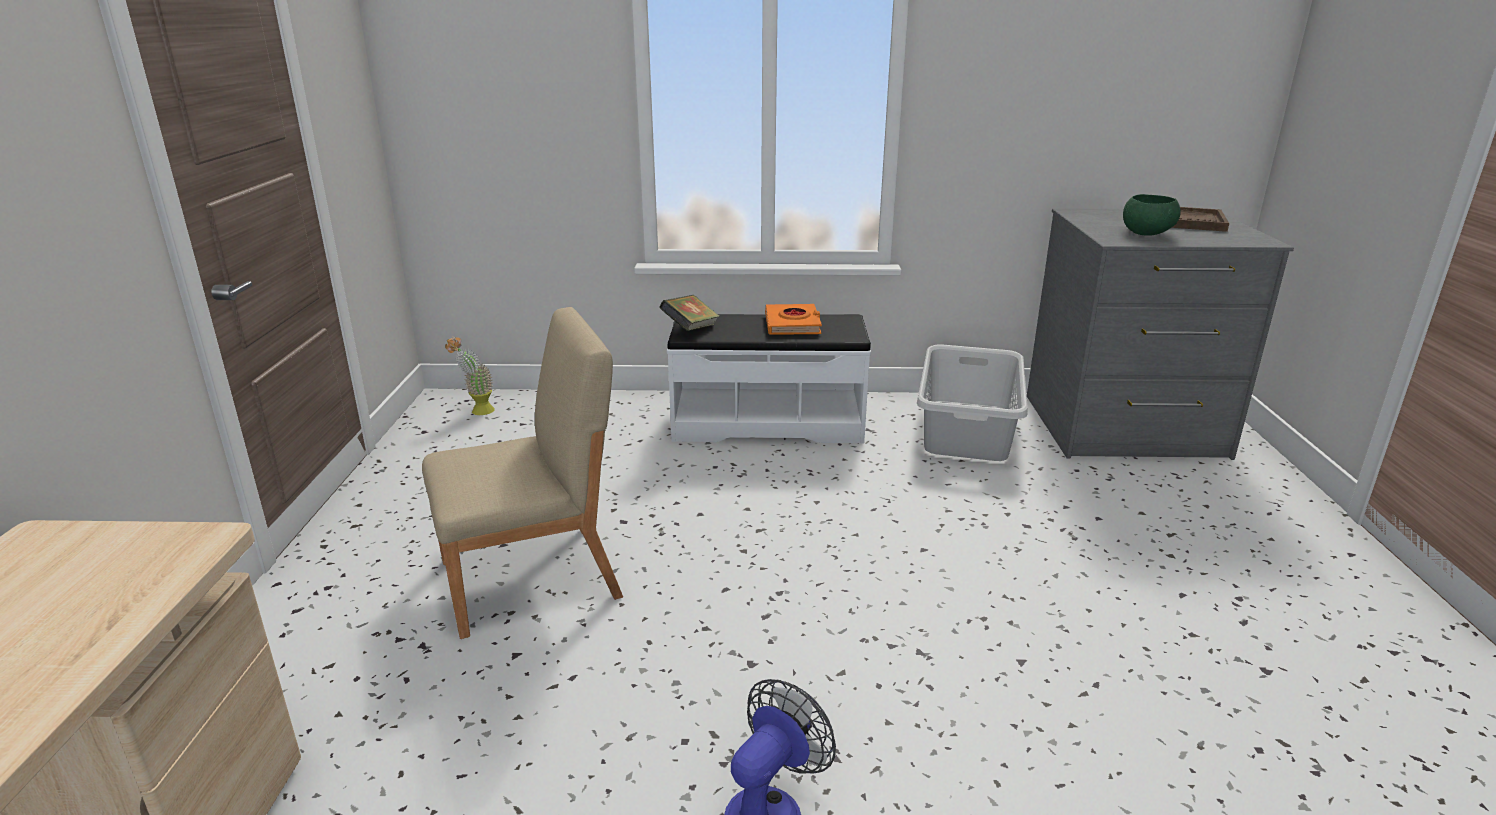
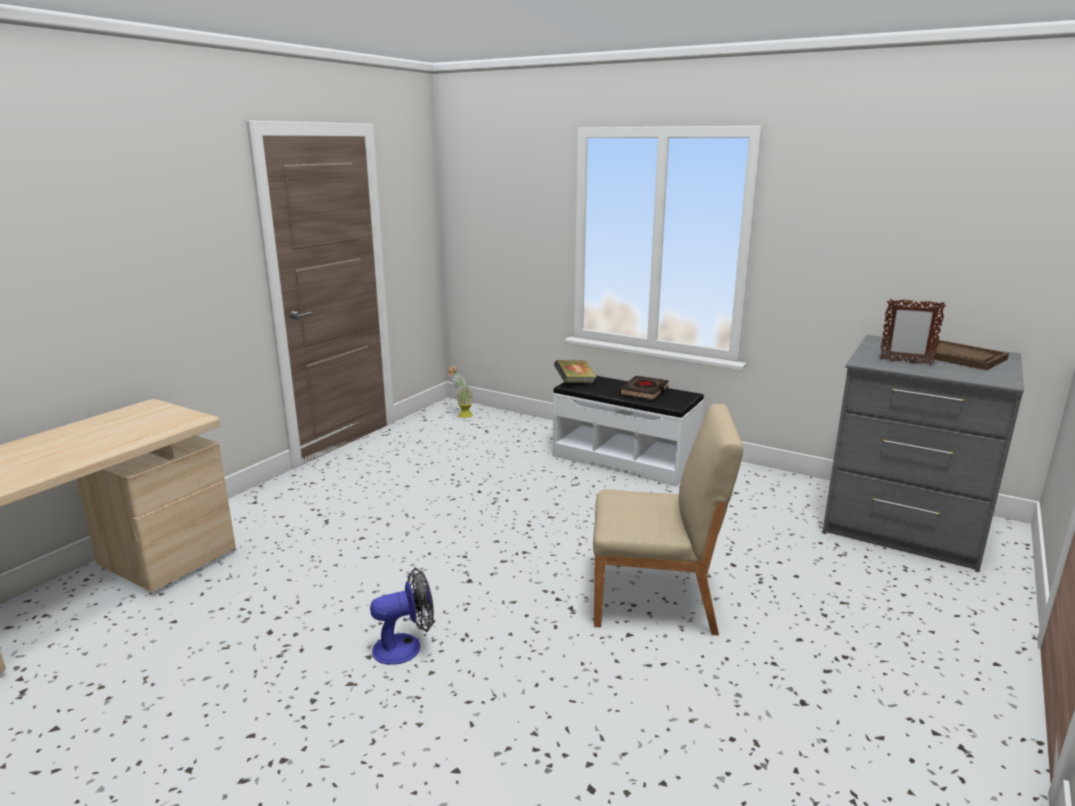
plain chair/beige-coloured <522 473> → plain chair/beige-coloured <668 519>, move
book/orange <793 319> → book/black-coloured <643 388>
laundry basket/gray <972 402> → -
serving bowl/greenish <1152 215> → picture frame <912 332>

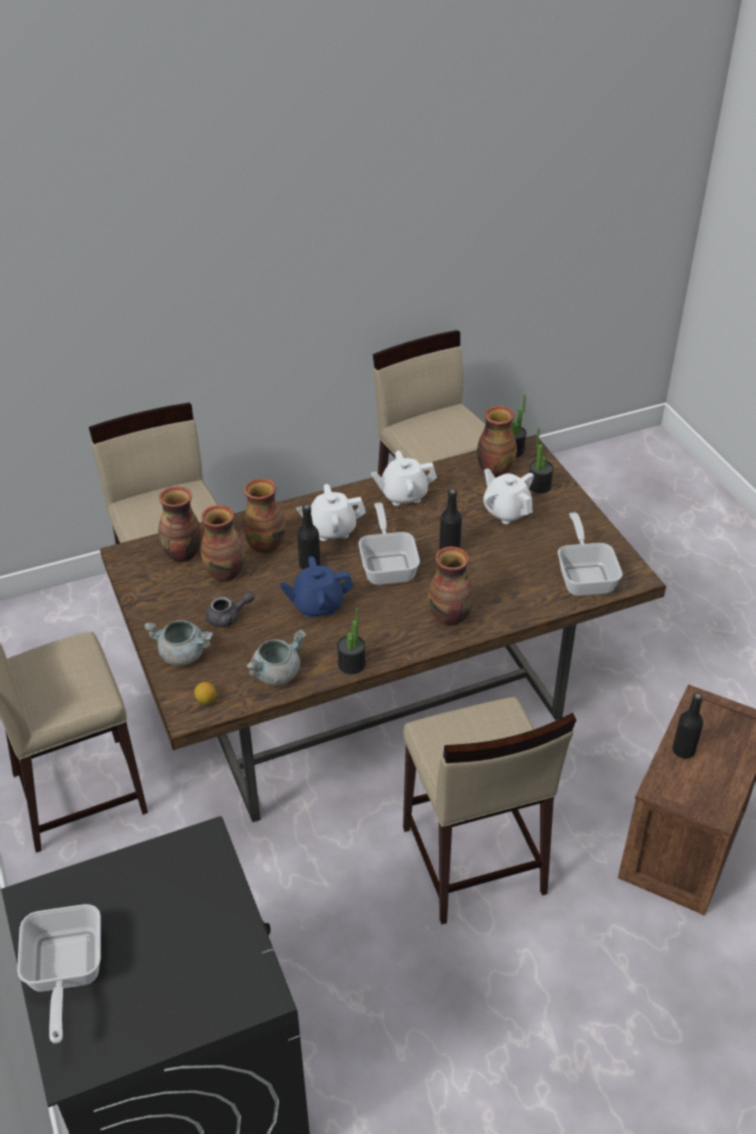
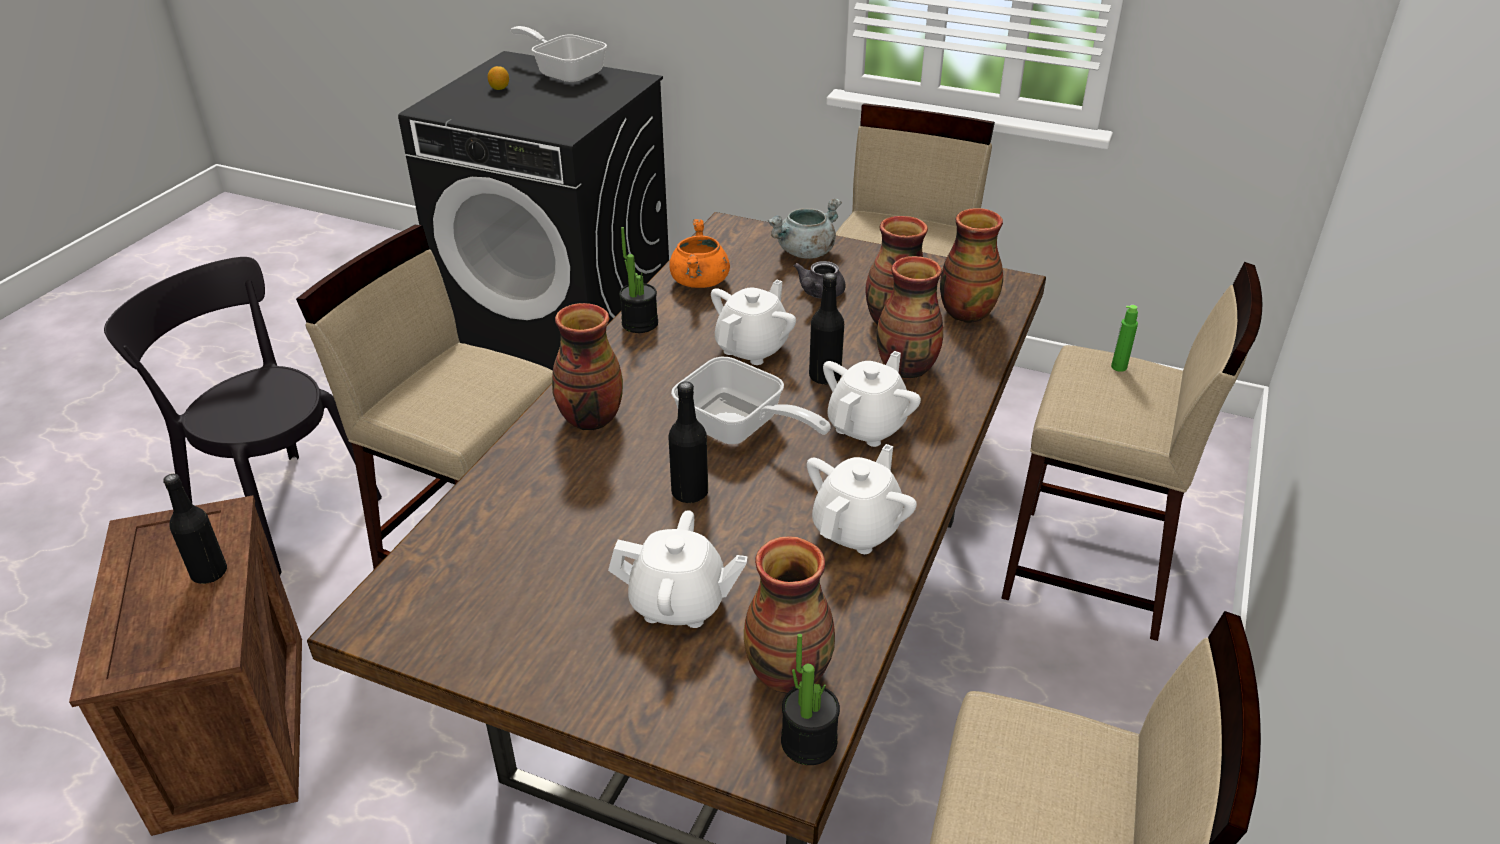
citrus fruit <205 693> → citrus fruit <498 78>, move
saucepot/gray <276 657> → saucepot/orange <699 253>
tea pot/bluish <316 587> → tea pot/white-coloured <753 322>
plant in a pot <541 460> → -
skillet <590 554> → -
- → plain chair/black-coloured <243 416>
- → beverage bottle/greenish <1124 338>

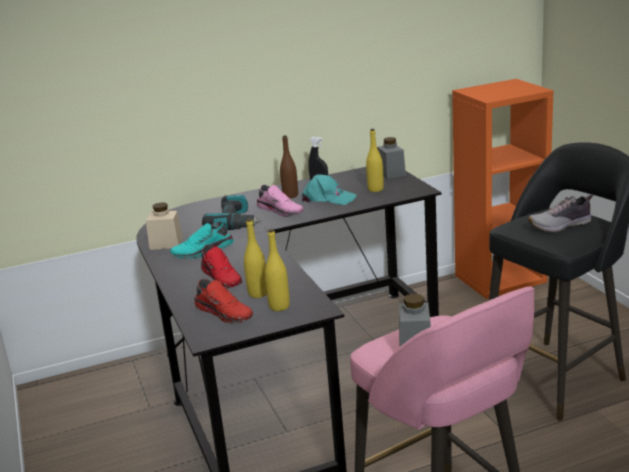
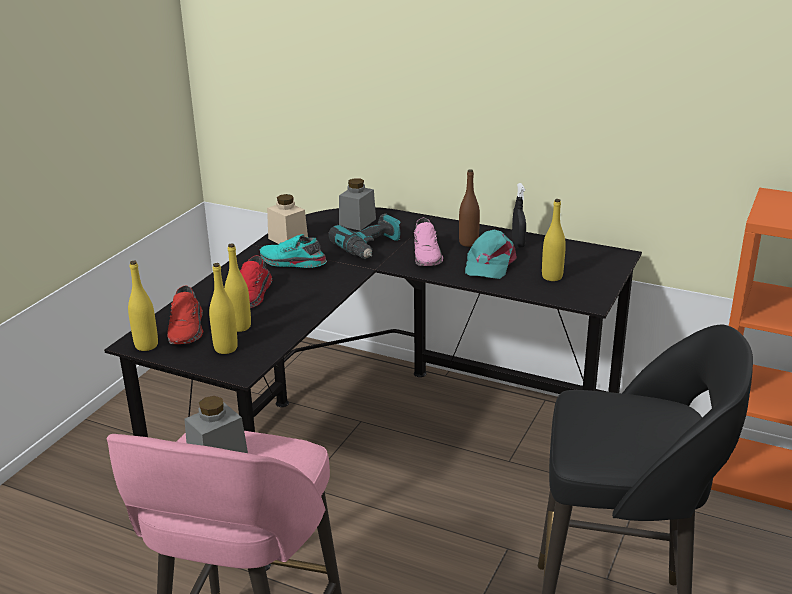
baseball cap/turquoise <329 190> → baseball cap/turquoise <491 254>, 45 degrees clockwise
storage jar/gray <391 158> → storage jar/gray <357 204>, move
item of footwear <560 213> → -
- → beverage bottle/yellow-coloured <143 305>

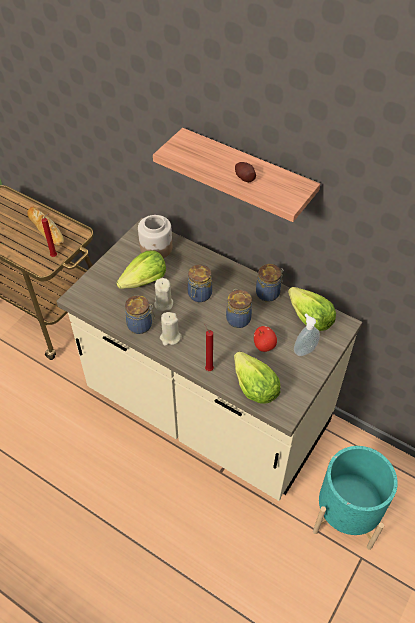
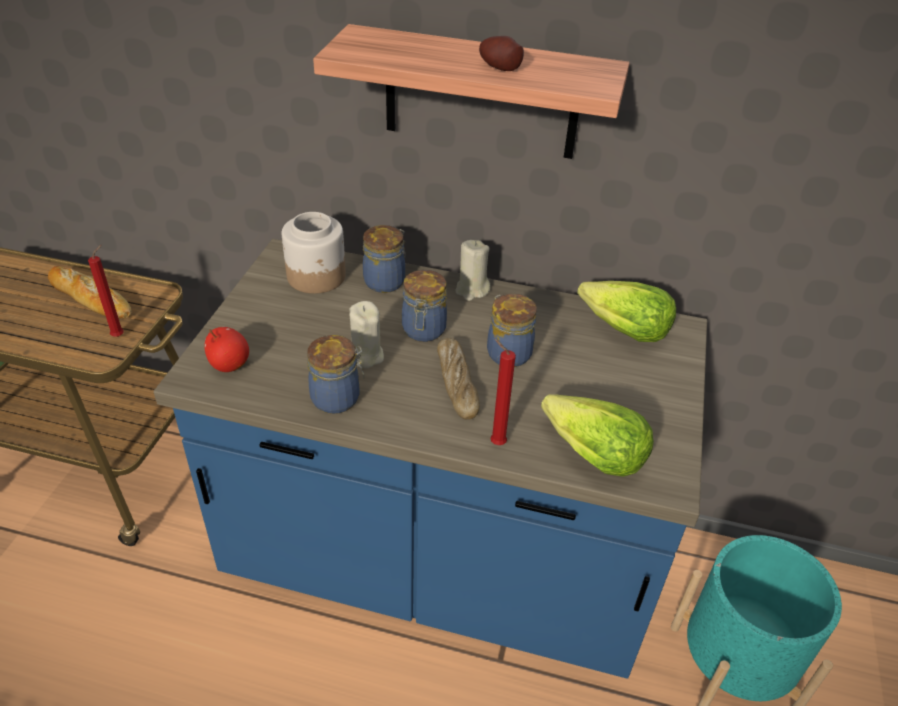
counter/beige-coloured <209 359> → counter/bluish <430 459>
lettuce head <141 270> → -
candle/beige-coloured <171 329> → candle/beige-coloured <473 270>, move
apple fruit <265 339> → apple fruit <226 349>, move
storage jar <270 283> → storage jar <384 259>, move
soap bottle <307 334> → -
- → baked bread <458 379>

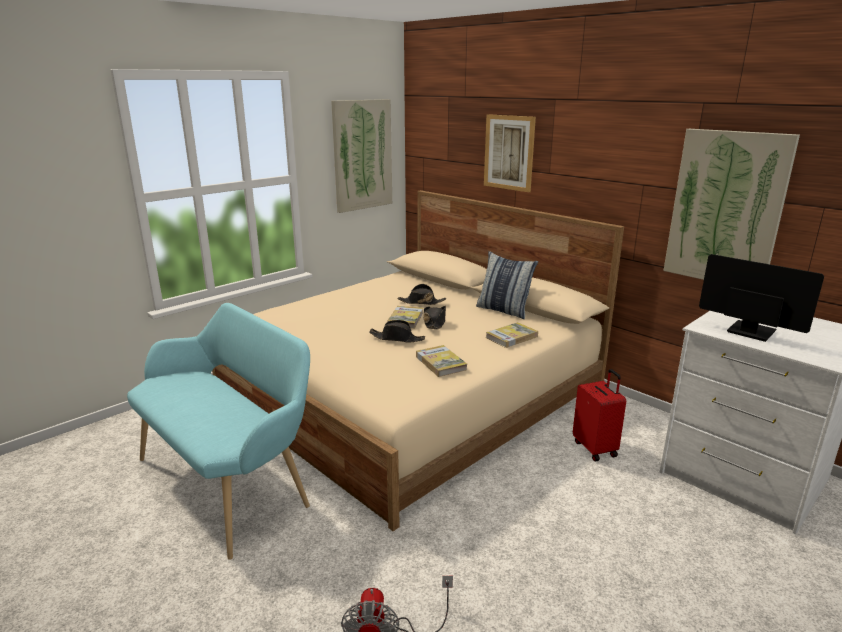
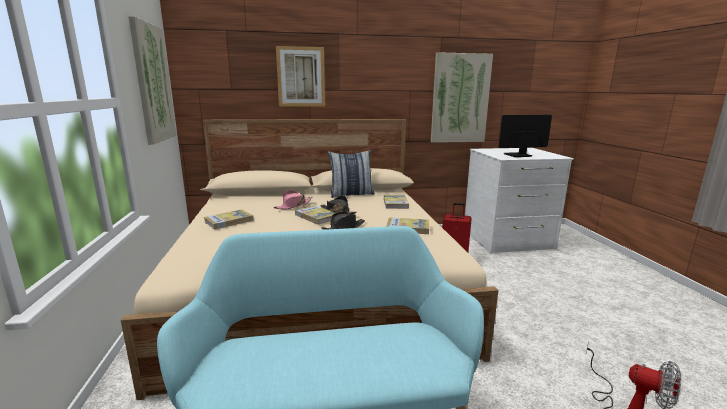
hat/black-coloured <421 294> → hat/pink <293 199>
- → book <229 219>

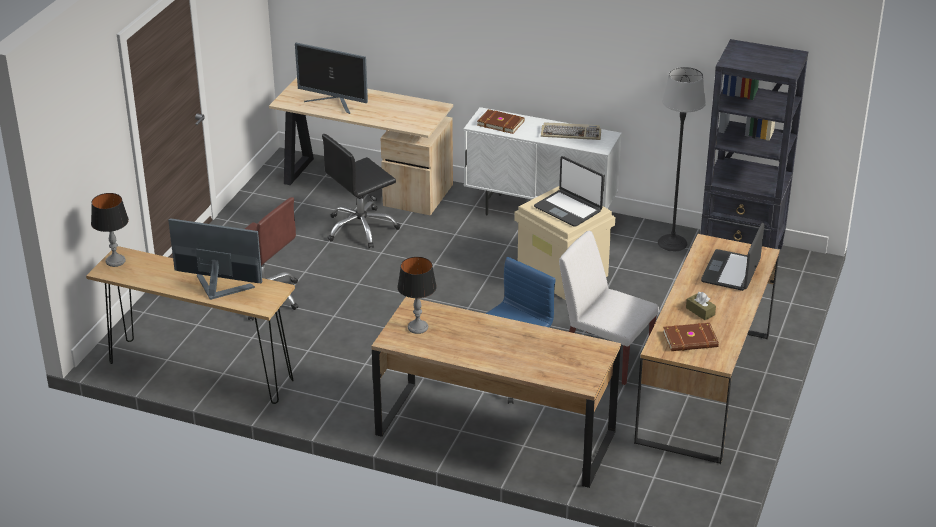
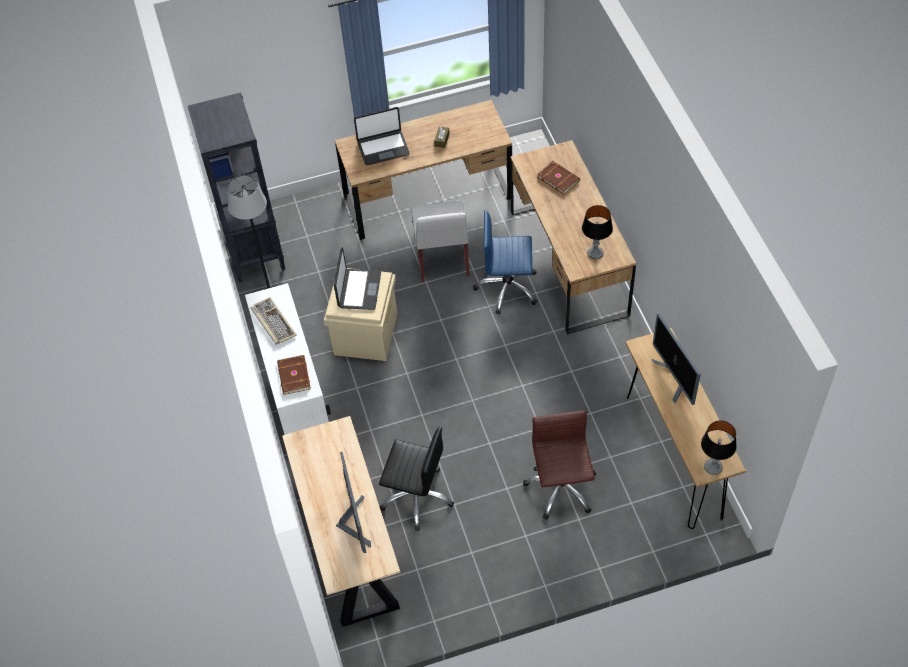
book/brown-coloured <691 337> → book/brown-coloured <558 177>, move

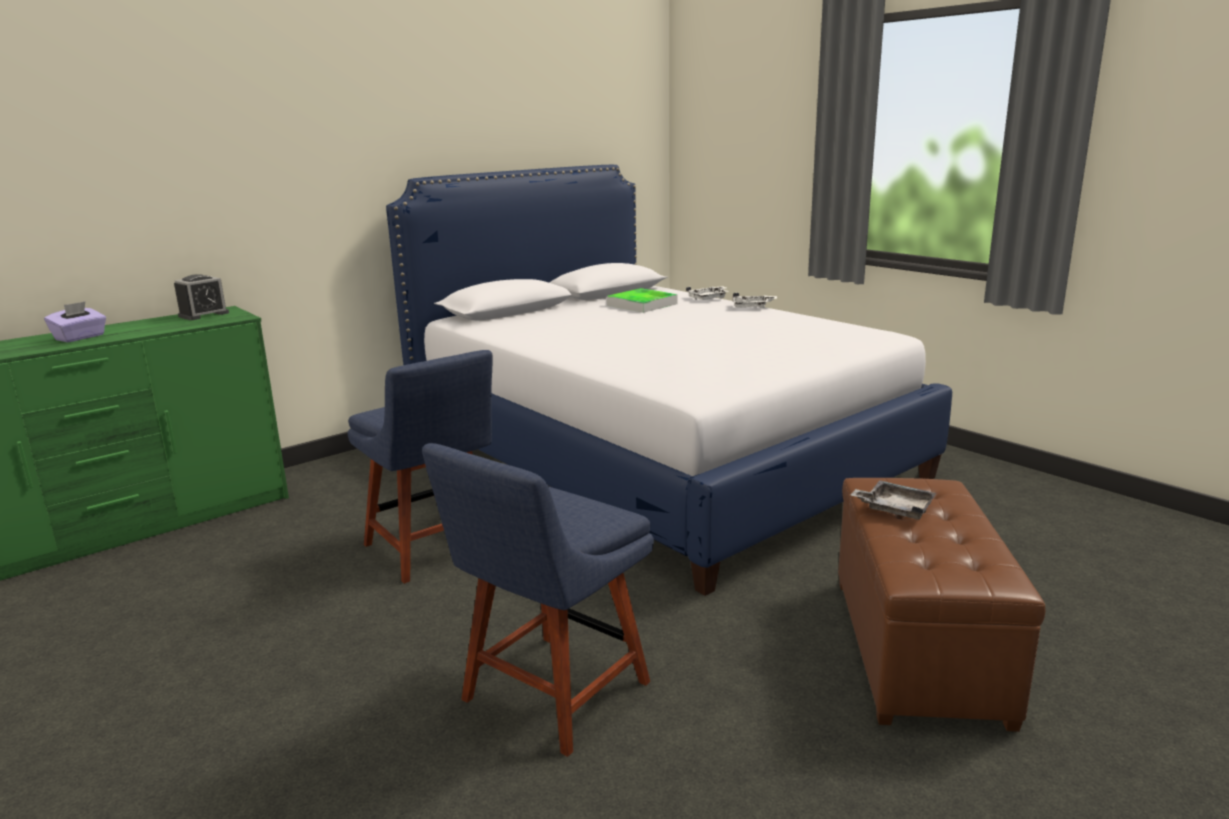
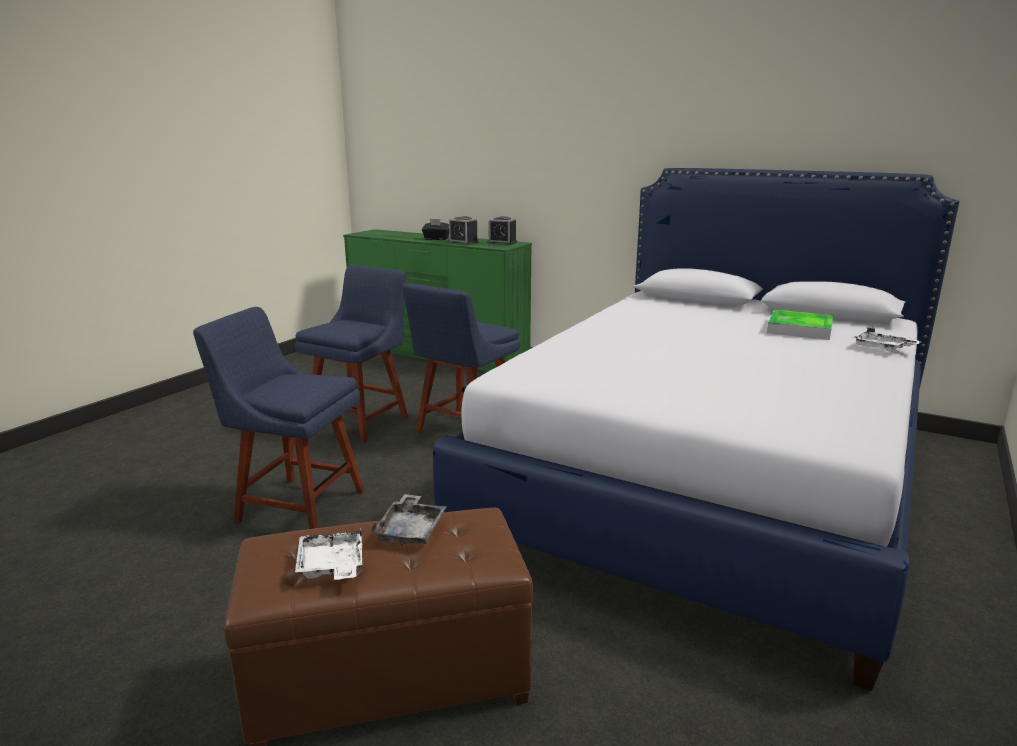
tissue box/purple-coloured <75 321> → tissue box/black-coloured <435 229>
tray/white-coloured <755 300> → tray/white-coloured <328 553>, move
- → plain chair/bluish <352 354>
- → table clock <463 230>

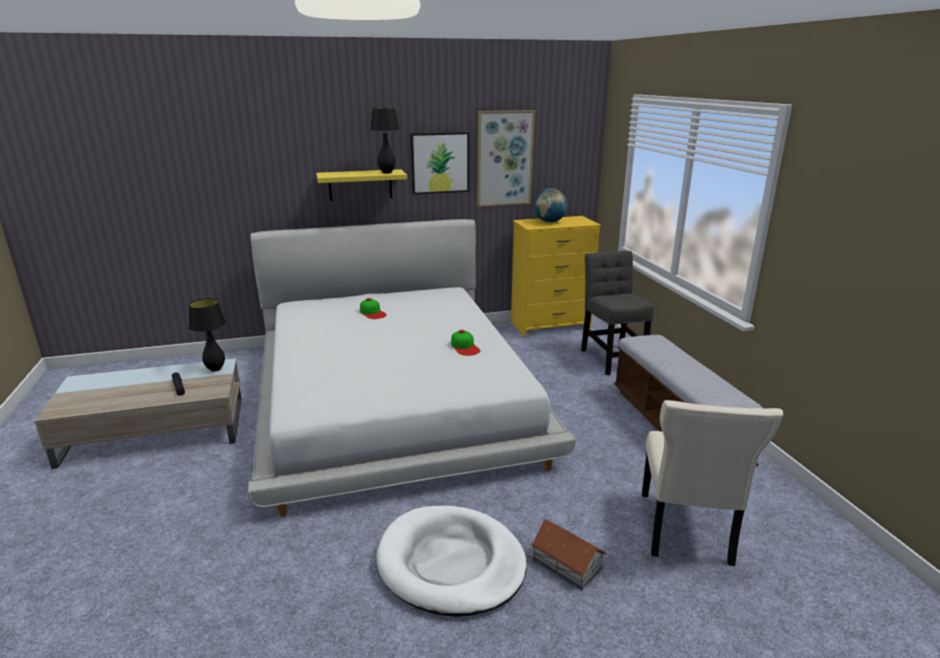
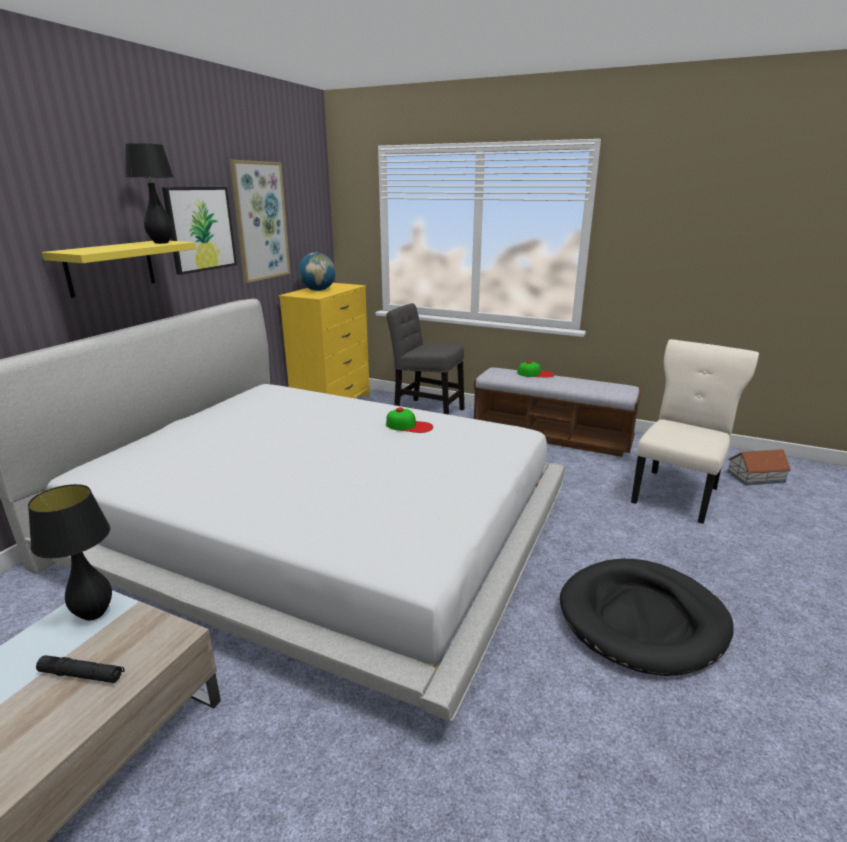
baseball cap <373 308> → baseball cap <536 369>, move
pet bed/white-coloured <451 561> → pet bed/black-coloured <647 617>
miniature house <568 554> → miniature house <759 467>, move
plain chair/beige-coloured <712 483> → plain chair/beige-coloured <695 431>, 105 degrees counterclockwise

